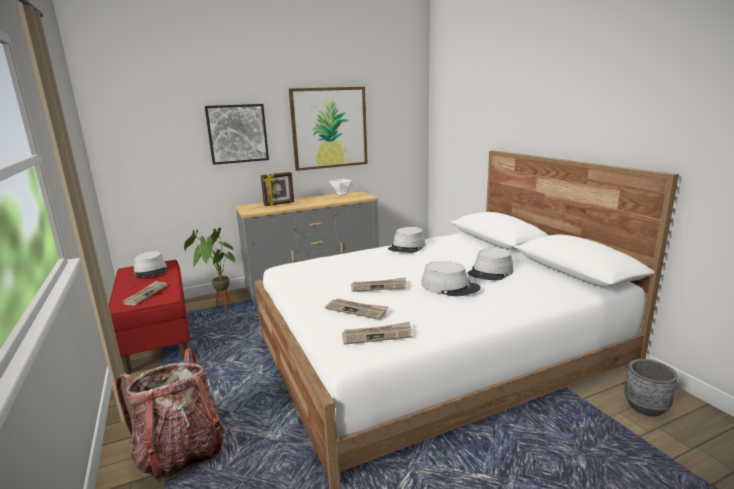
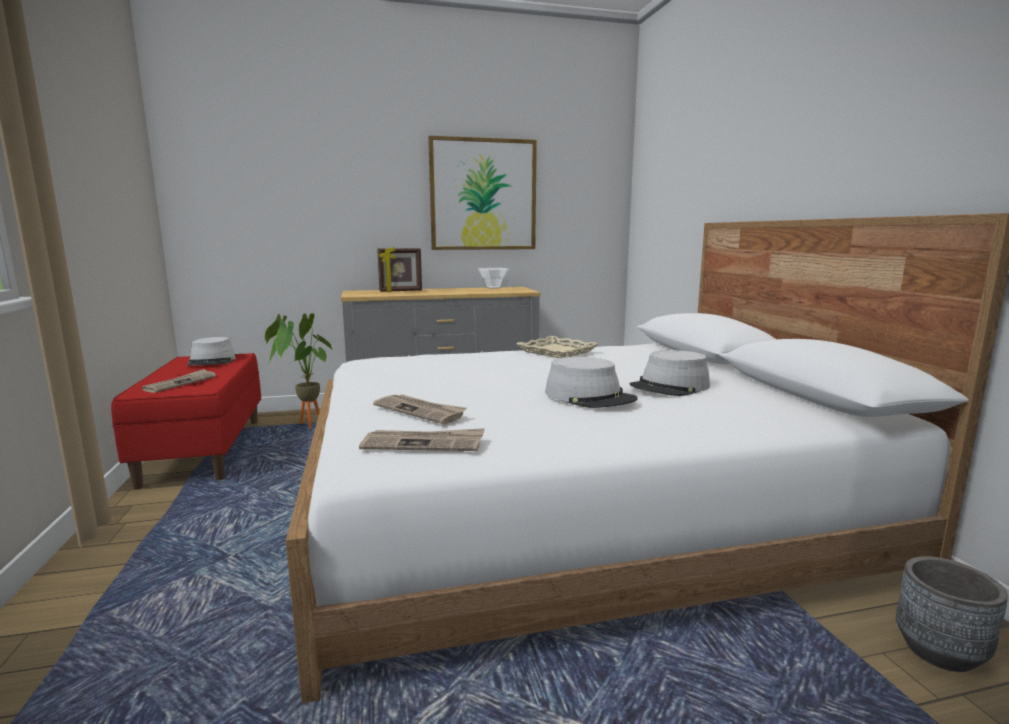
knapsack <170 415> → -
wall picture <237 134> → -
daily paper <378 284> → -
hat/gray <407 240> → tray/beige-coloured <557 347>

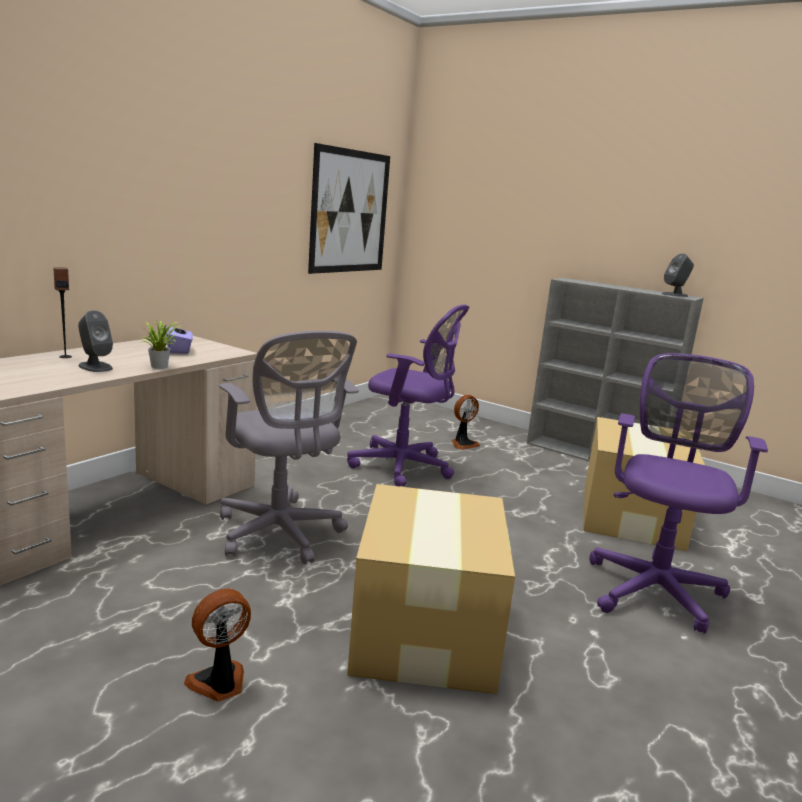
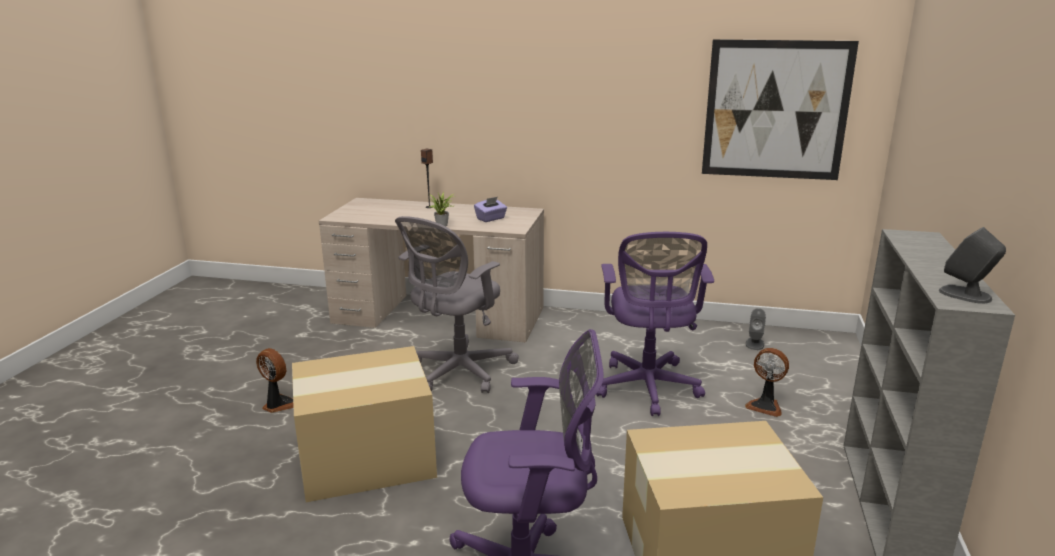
audio speaker/gray <95 341> → audio speaker/gray <756 329>, move

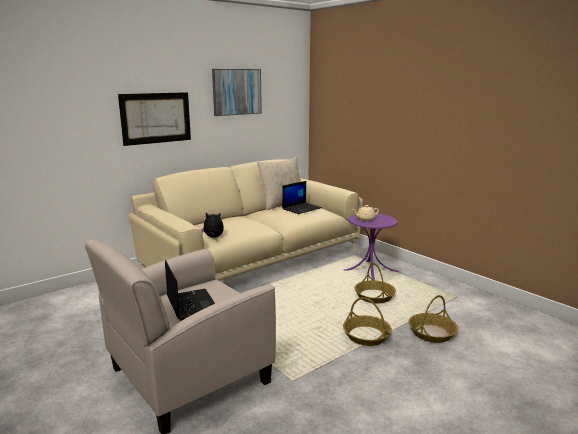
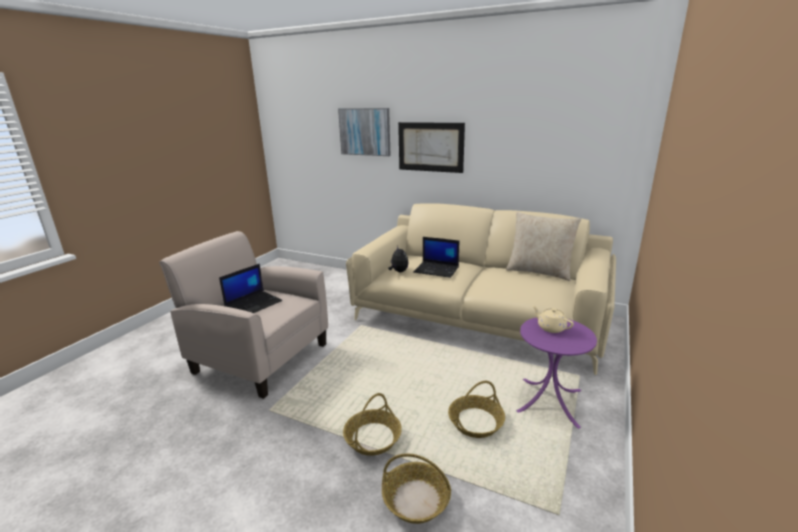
wall picture <237 92> → wall picture <364 132>, move
notebook computer <302 197> → notebook computer <436 257>, move

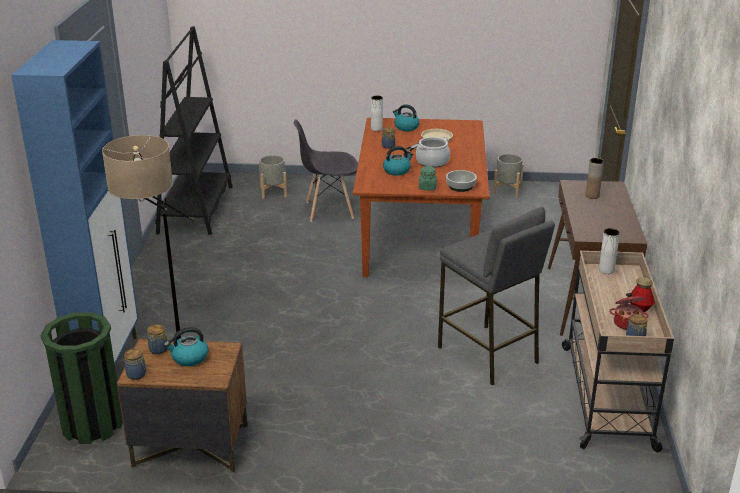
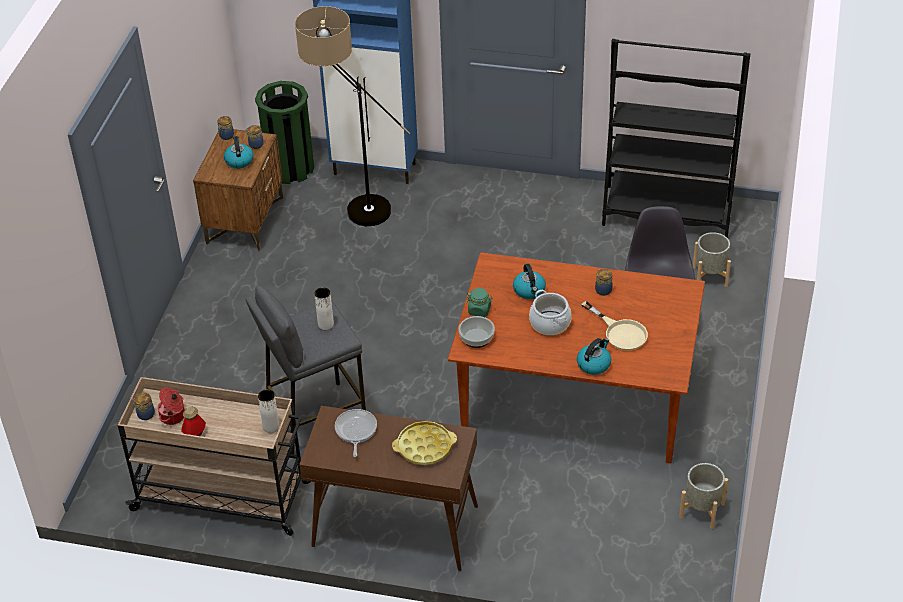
decorative vase/white-coloured <377 113> → decorative vase/white-coloured <324 308>, move
kettle <406 117> → kettle <594 356>, move
decorative vase/brown-coloured <594 178> → tray/yellow-coloured <424 443>
- → skillet <356 433>

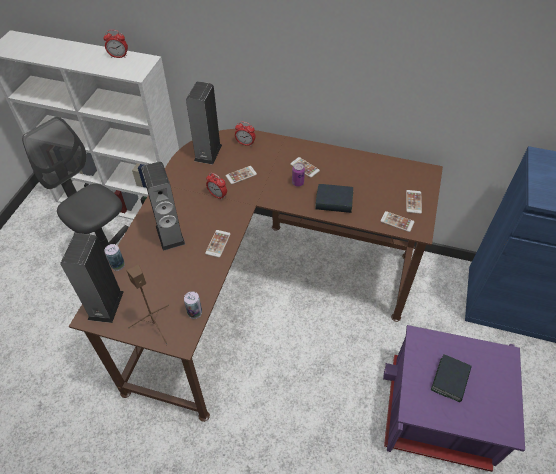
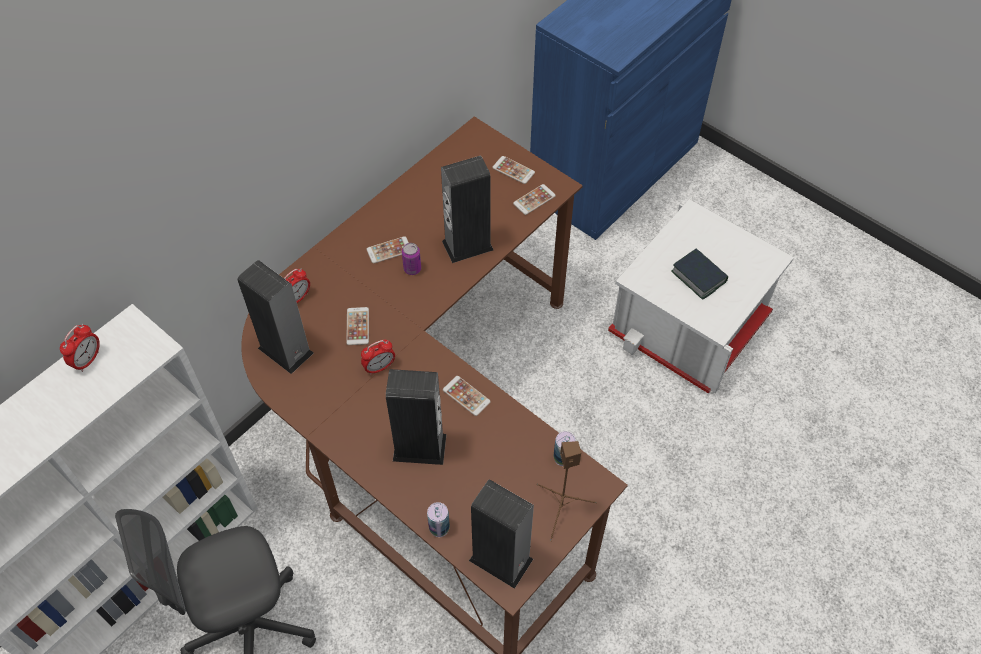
book <334 198> → audio speaker <467 209>
storage box/purple-coloured <454 398> → storage box/white-coloured <701 296>

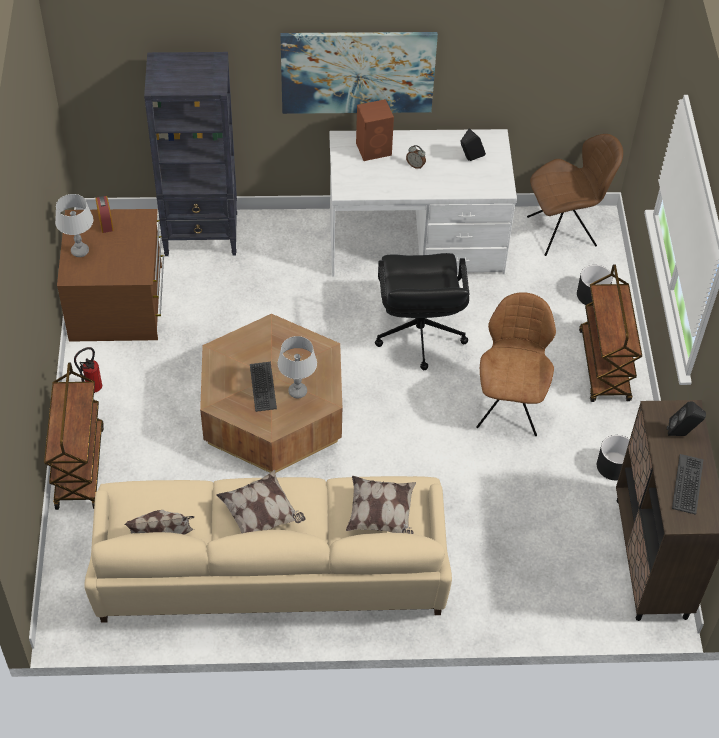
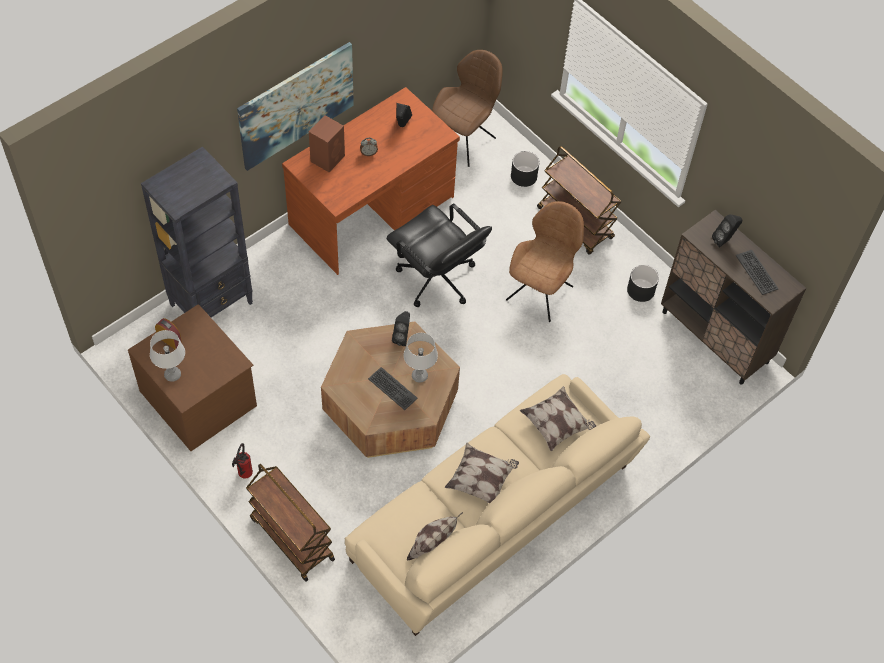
desk unit/white-coloured <423 203> → desk unit/brown-coloured <371 181>
plain chair/brown-coloured <516 364> → plain chair/brown-coloured <545 261>, 60 degrees clockwise
- → audio speaker/black-coloured <401 328>

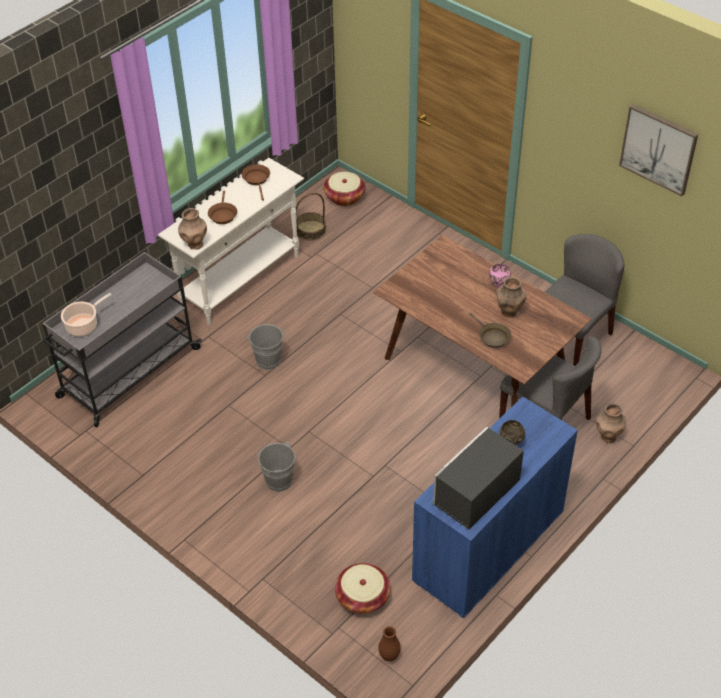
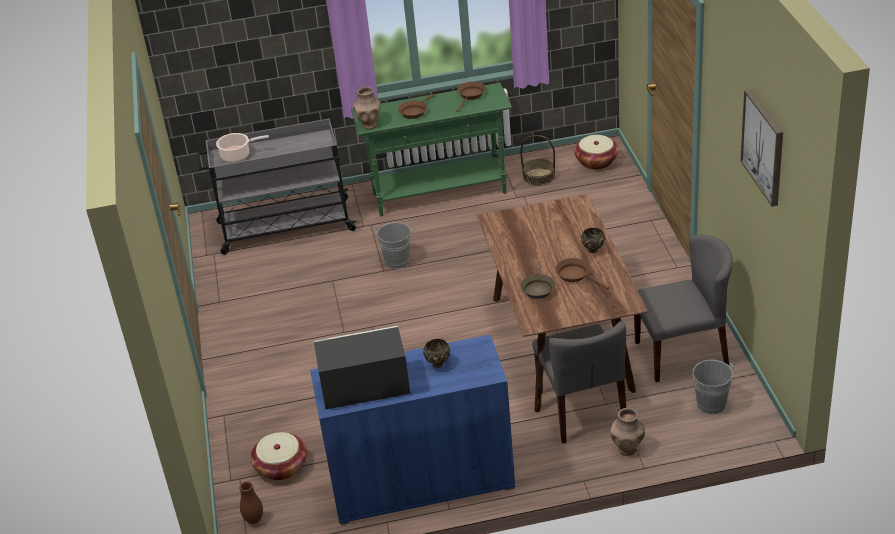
narrow table/white-coloured <231 241> → narrow table/greenish <431 150>
pail/gray <274 466> → pail/gray <711 387>, move
serving bowl/pink <500 275> → serving bowl/brown-coloured <593 240>
decorative vase/brown-coloured <511 297> → skillet/brown-coloured <582 273>

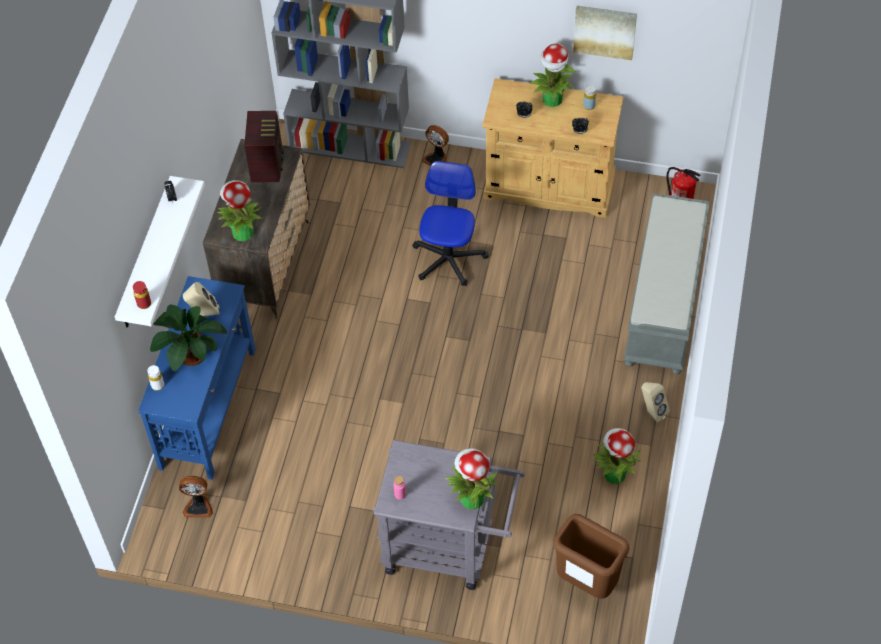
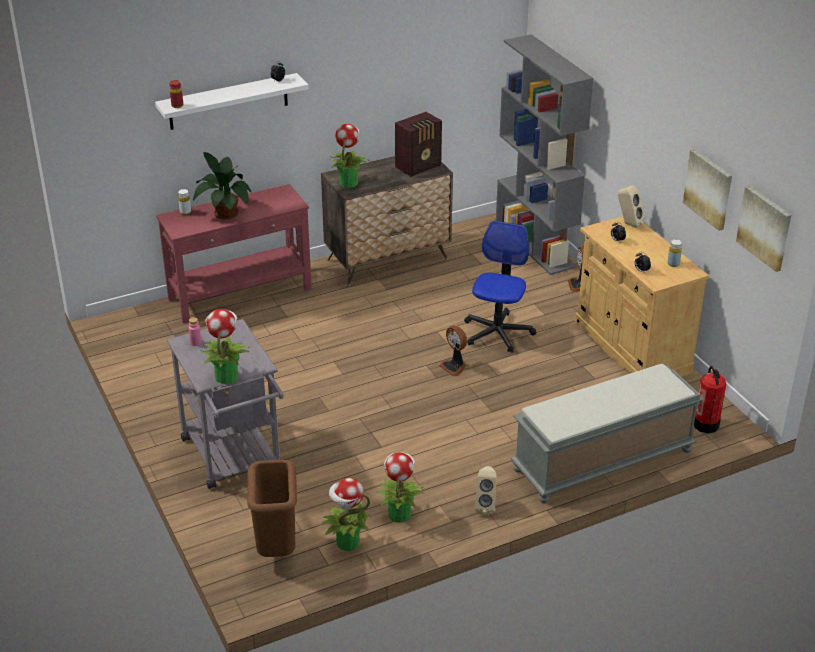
narrow table/bluish <197 378> → narrow table/red-coloured <234 254>
electric fan <196 497> → electric fan <453 350>, move
audio speaker/beige-coloured <201 299> → audio speaker/beige-coloured <631 206>, move
office chair <450 223> → office chair <500 287>, 45 degrees counterclockwise
plant in a pot <552 75> → plant in a pot <346 514>, move
- → wall picture <763 229>

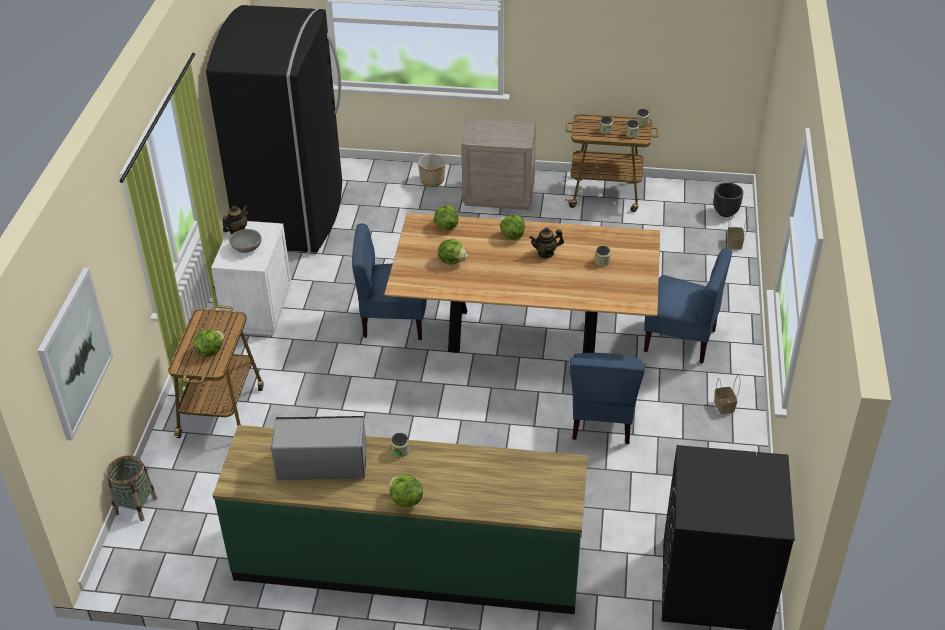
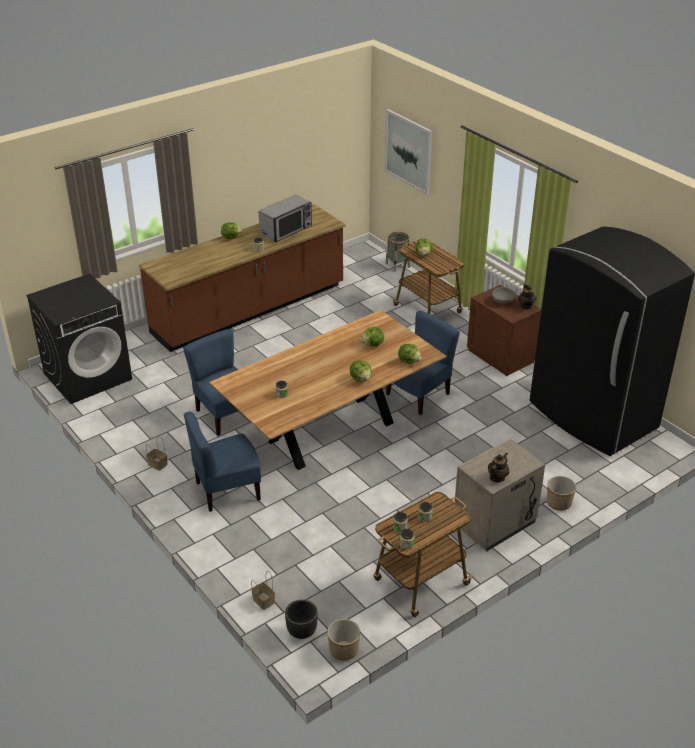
bedside table/white-coloured <251 278> → bedside table/brown-coloured <504 330>
counter/greenish <400 519> → counter/brown-coloured <242 278>
tea pot <546 242> → tea pot <498 467>, move
- → planter <343 639>

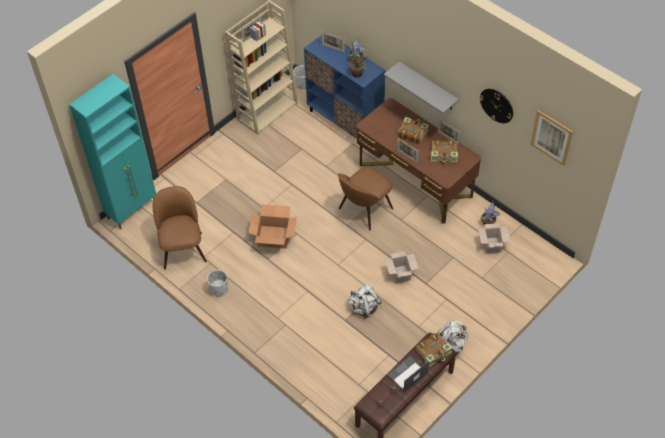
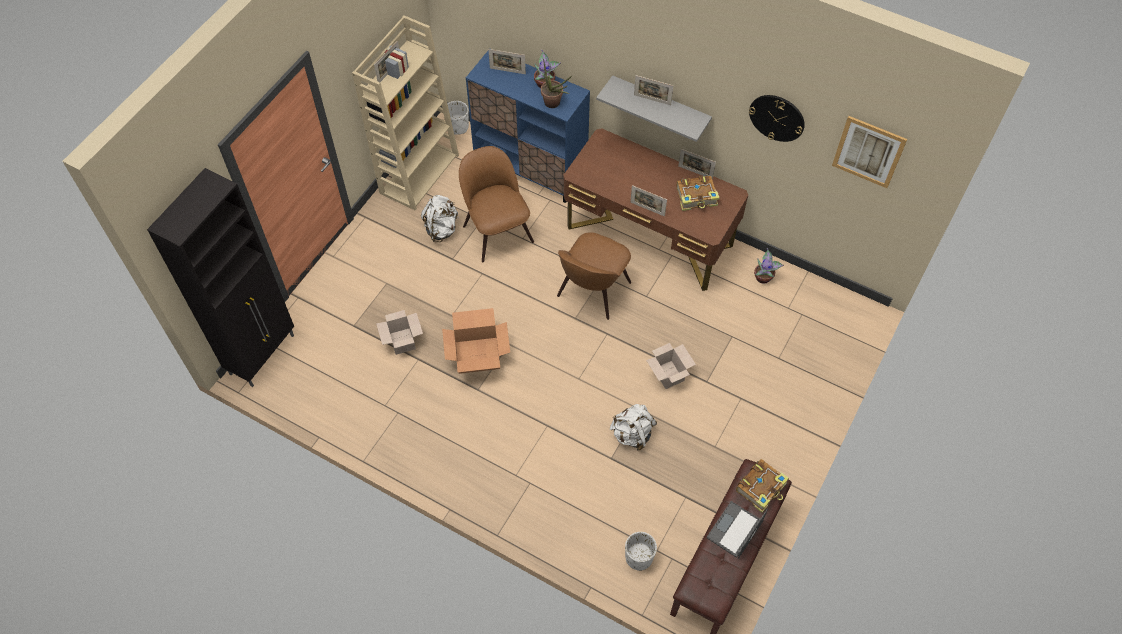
cabinet/turquoise <112 151> → cabinet/black-coloured <220 277>
plain chair/brown-coloured <180 228> → plain chair/brown-coloured <496 204>, move
planter/white-coloured <217 283> → planter/white-coloured <641 551>, move
book <413 130> → -
knapsack/white-coloured <453 336> → knapsack/white-coloured <440 218>, move
cardboard box <494 238> → cardboard box <399 332>, move
- → picture frame <653 90>

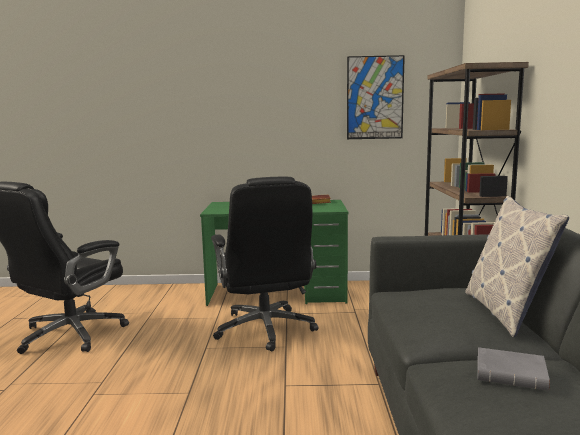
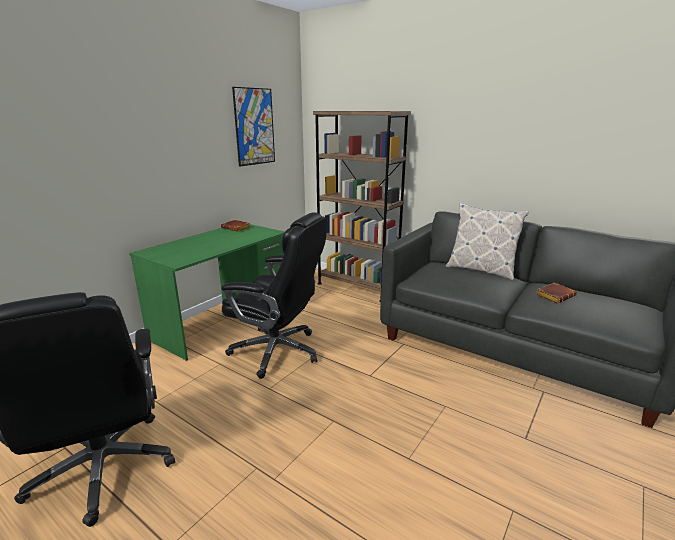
book/gray <513 369> → book/brown-coloured <556 293>

